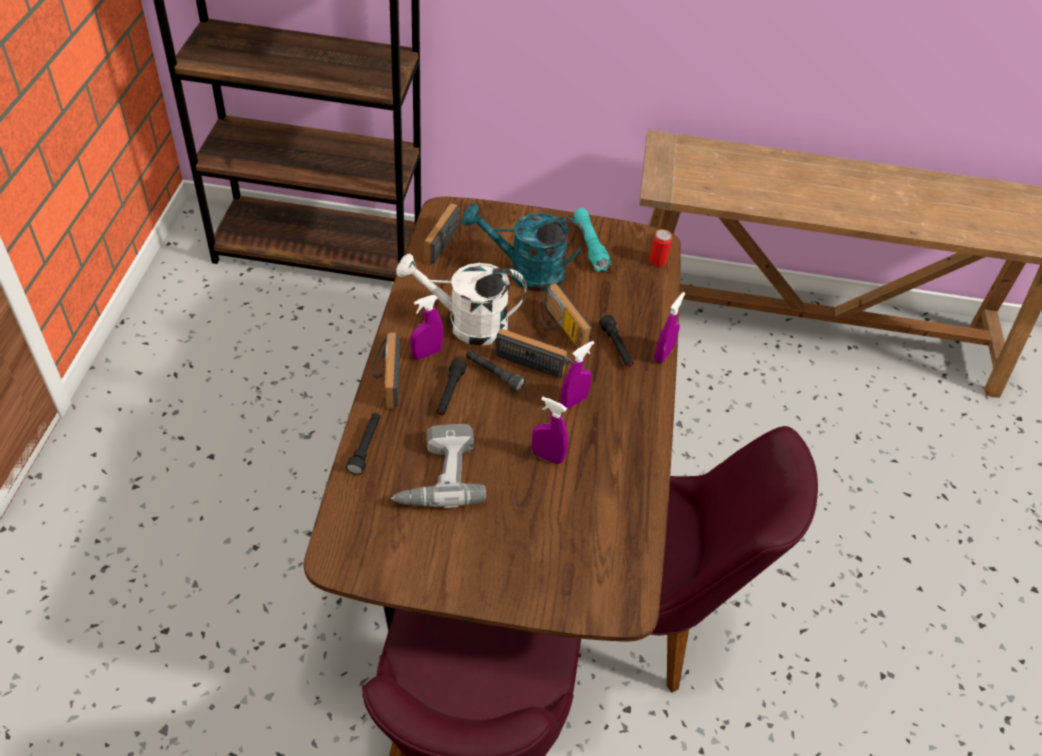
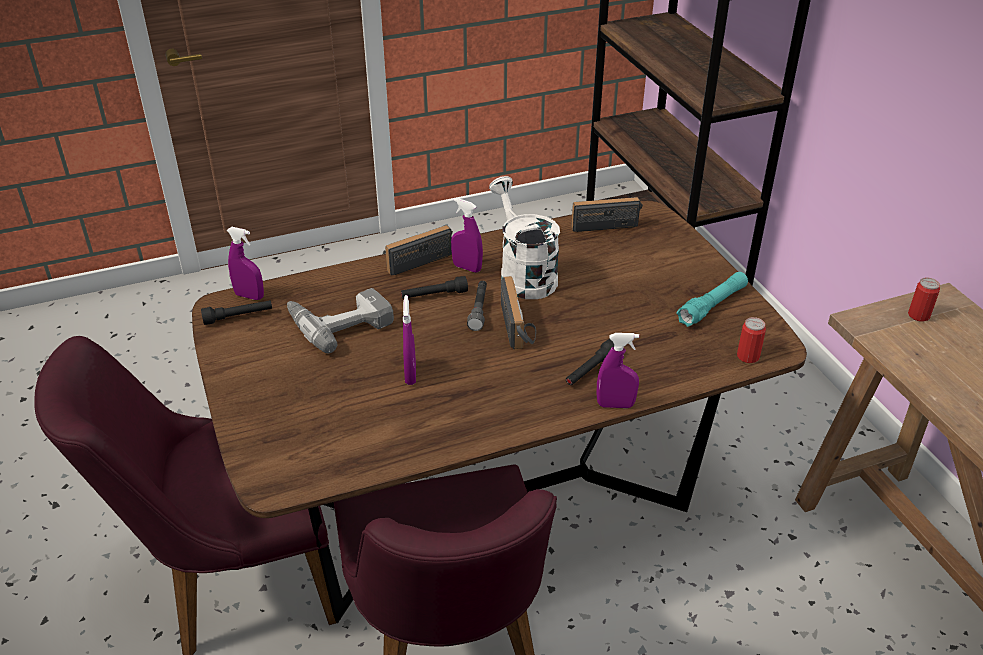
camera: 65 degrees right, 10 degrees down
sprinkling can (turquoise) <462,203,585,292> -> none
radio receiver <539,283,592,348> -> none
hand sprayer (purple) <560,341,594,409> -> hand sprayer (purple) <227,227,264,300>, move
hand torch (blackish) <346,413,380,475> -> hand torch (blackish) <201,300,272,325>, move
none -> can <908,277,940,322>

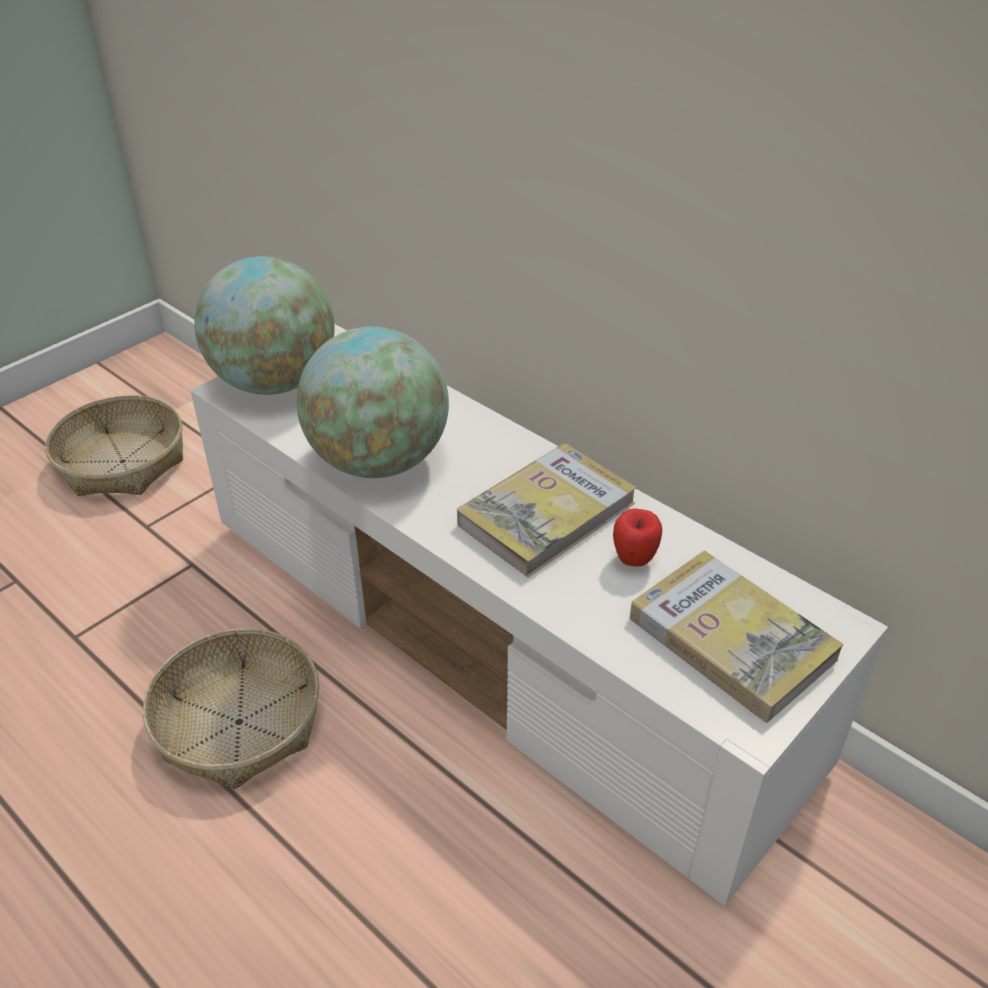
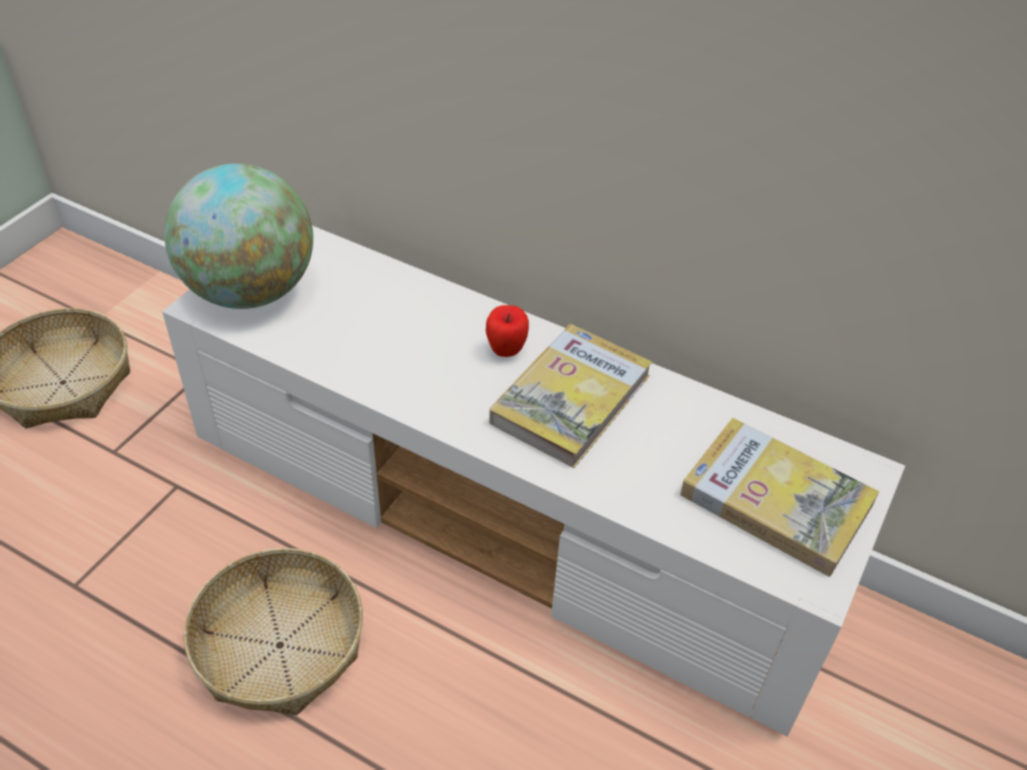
camera: 15 degrees left, 5 degrees up
desk globe <297,326,449,478> -> none
apple fruit <613,508,662,566> -> apple fruit <486,305,529,357>, move

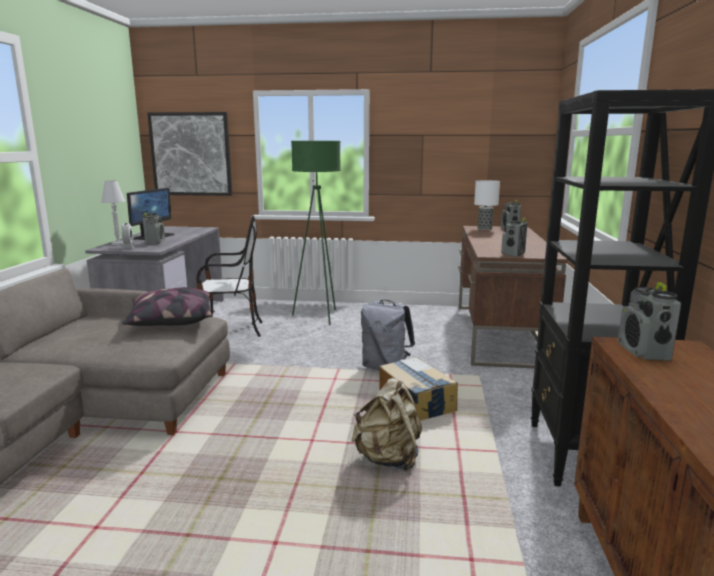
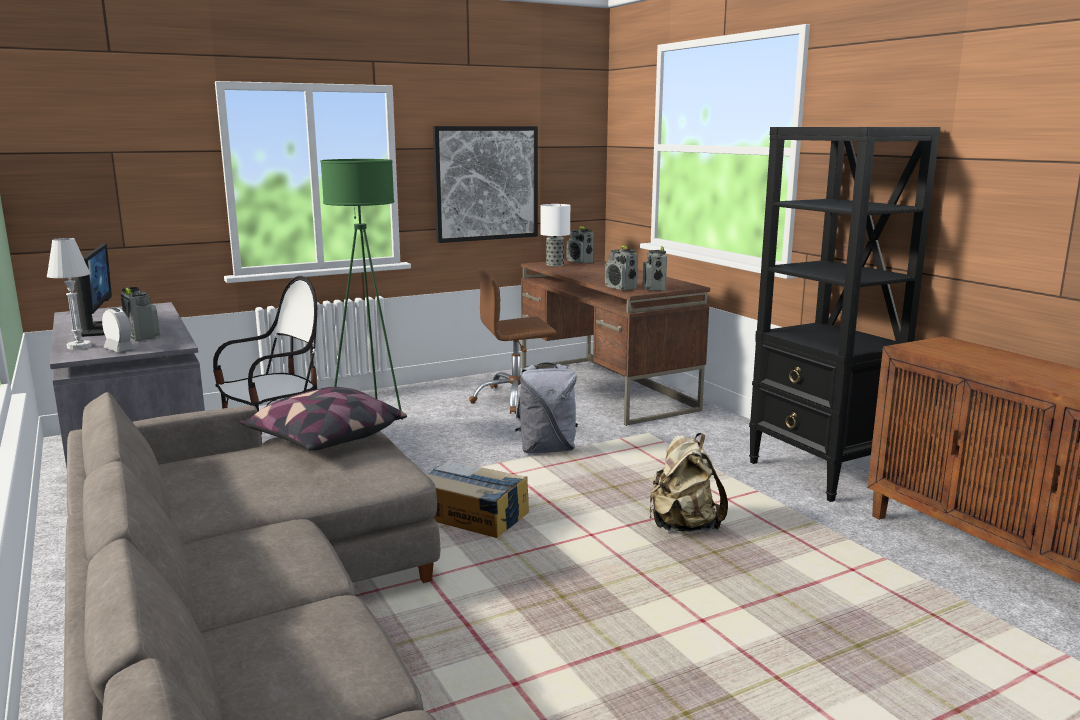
camera: 35 degrees left, 0 degrees up
picture <147,112,232,196> -> picture <433,126,538,243>, move
radio receiver <618,282,681,361> -> radio receiver <605,245,638,290>, move
packing box <379,357,458,421> -> packing box <427,460,529,538>, move
none -> desk chair (brownish) <469,268,556,414>

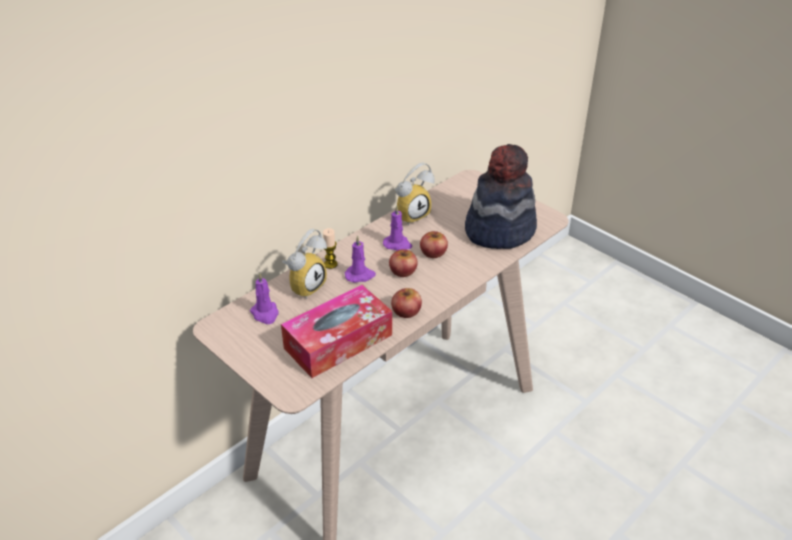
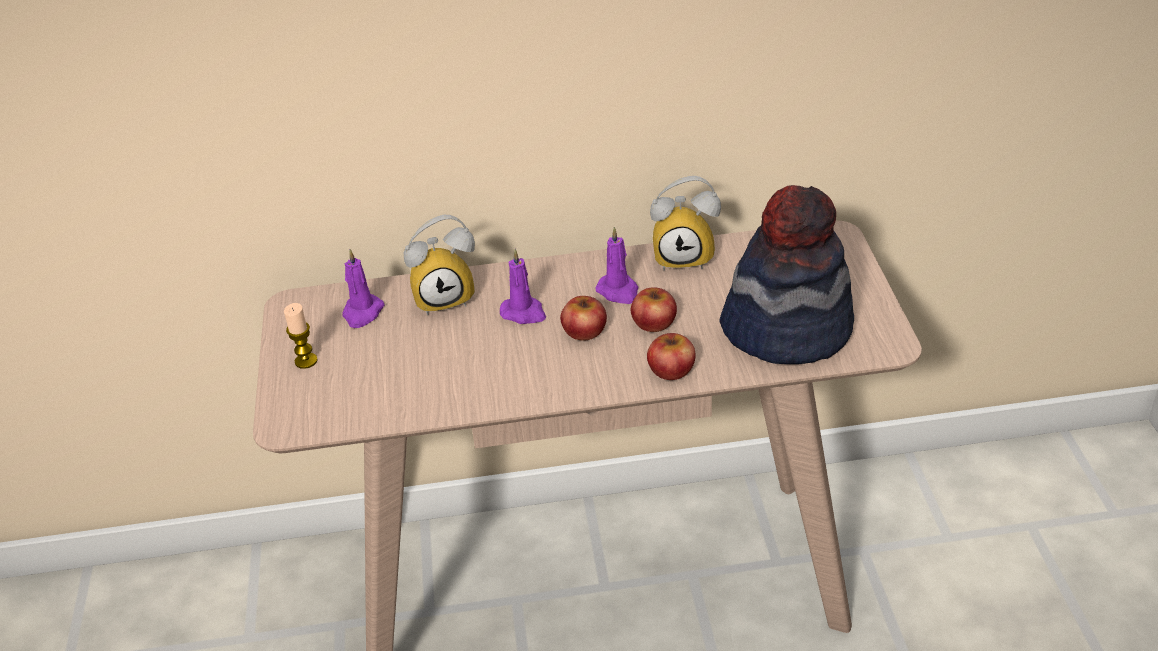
camera: 40 degrees right, 0 degrees up
wax light <323,228,338,269> -> wax light <284,303,317,369>, move
box of tissues <281,285,392,378> -> none
apple fruit <391,288,422,318> -> apple fruit <647,333,696,380>, move

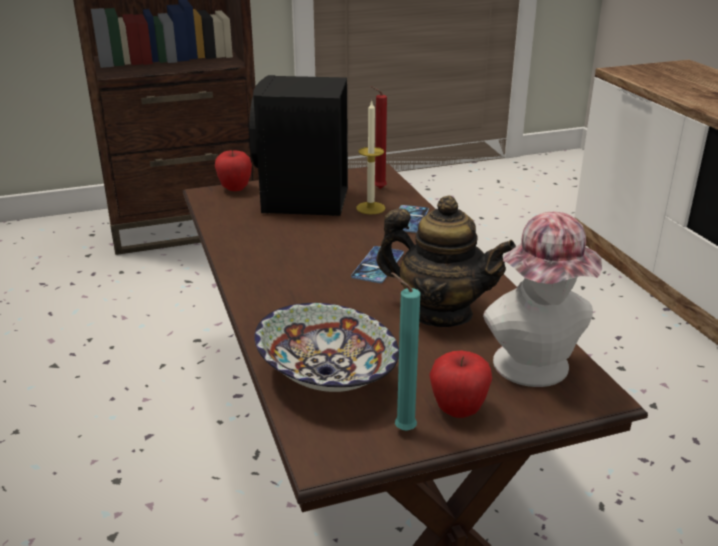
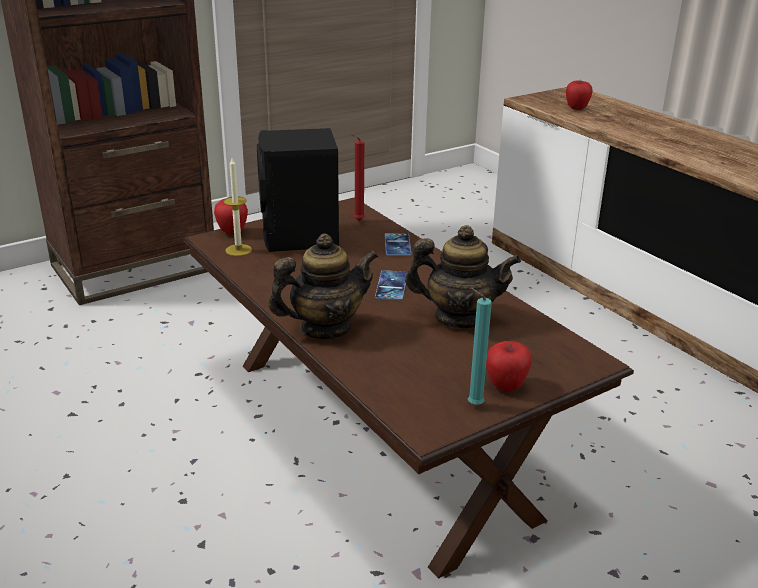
camera: 15 degrees left, 0 degrees up
wax light <356,101,386,214> -> wax light <224,158,252,256>, move
wearable hat <483,212,602,387> -> none
serving bowl <254,303,399,392> -> none
none -> apple fruit <566,80,593,110>
none -> pot for tea <268,233,378,339>

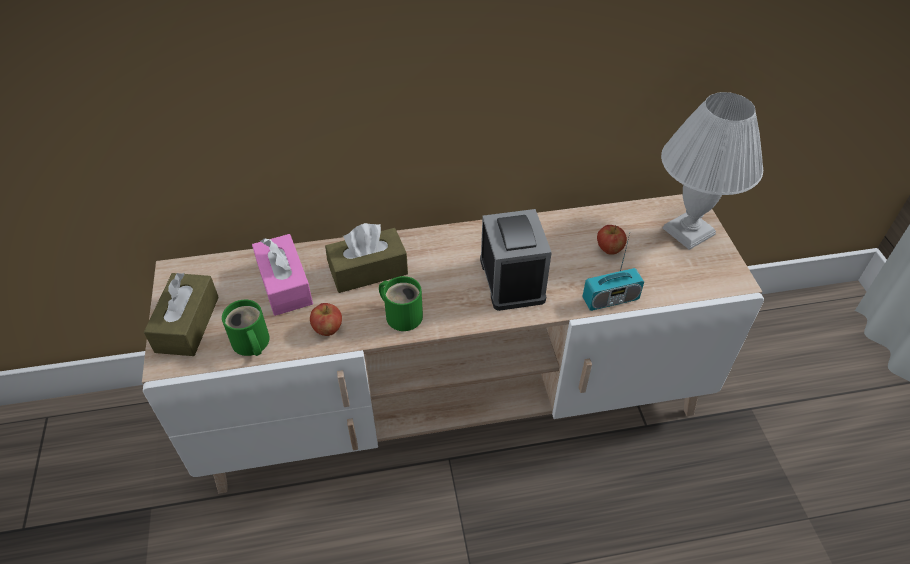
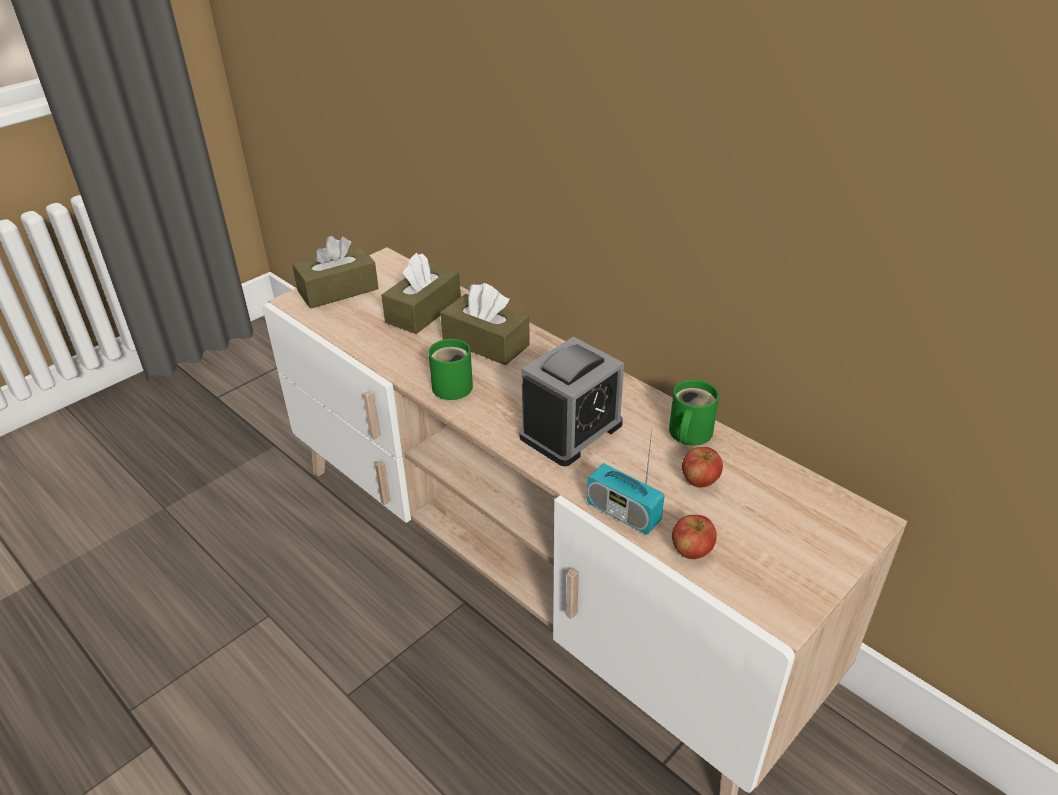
camera: 55 degrees right, 10 degrees down
lamp for a table (white-coloured) <661,92,763,250> -> none
box of tissues (pink-coloured) <252,234,313,316> -> box of tissues (brownish) <381,253,461,334>
tea mug (green) <222,300,270,356> -> tea mug (green) <669,380,719,446>, move
apple fruit <310,303,342,336> -> apple fruit <672,515,717,559>, move

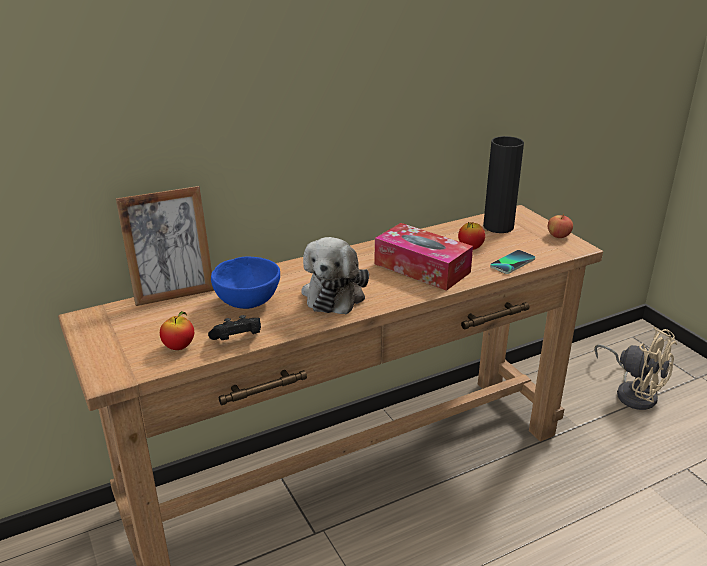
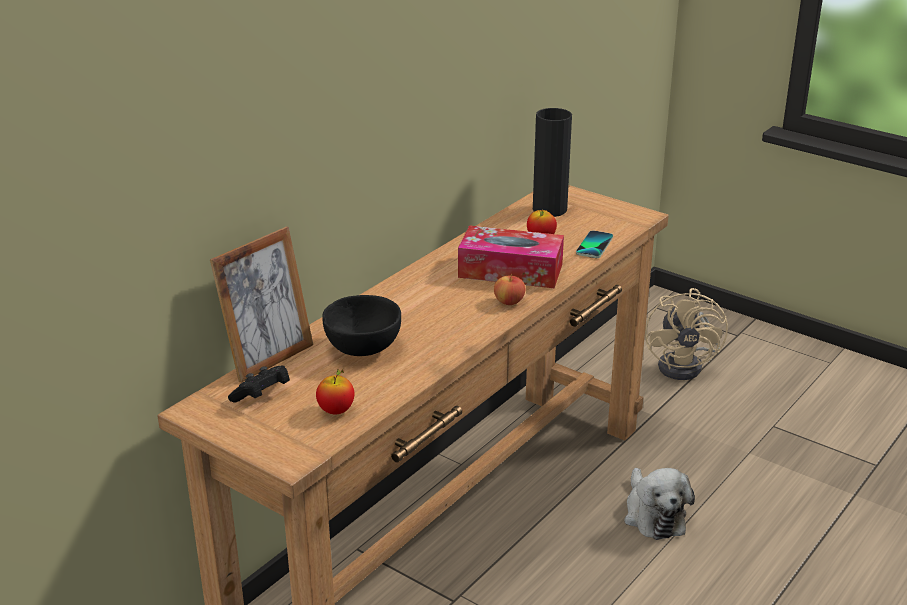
camera: 25 degrees left, 0 degrees up
apple fruit <548,214,573,238> -> apple fruit <494,274,525,305>, move
soft toy <301,237,369,315> -> soft toy <624,468,695,540>, move
serving bowl (bluish) <211,257,280,309> -> serving bowl (blackish) <322,295,401,356>
game controller (blackish) <208,315,261,340> -> game controller (blackish) <228,366,290,402>, move
fan (sand-coloured) <594,327,677,410> -> fan (sand-coloured) <645,288,728,380>, 75 degrees clockwise

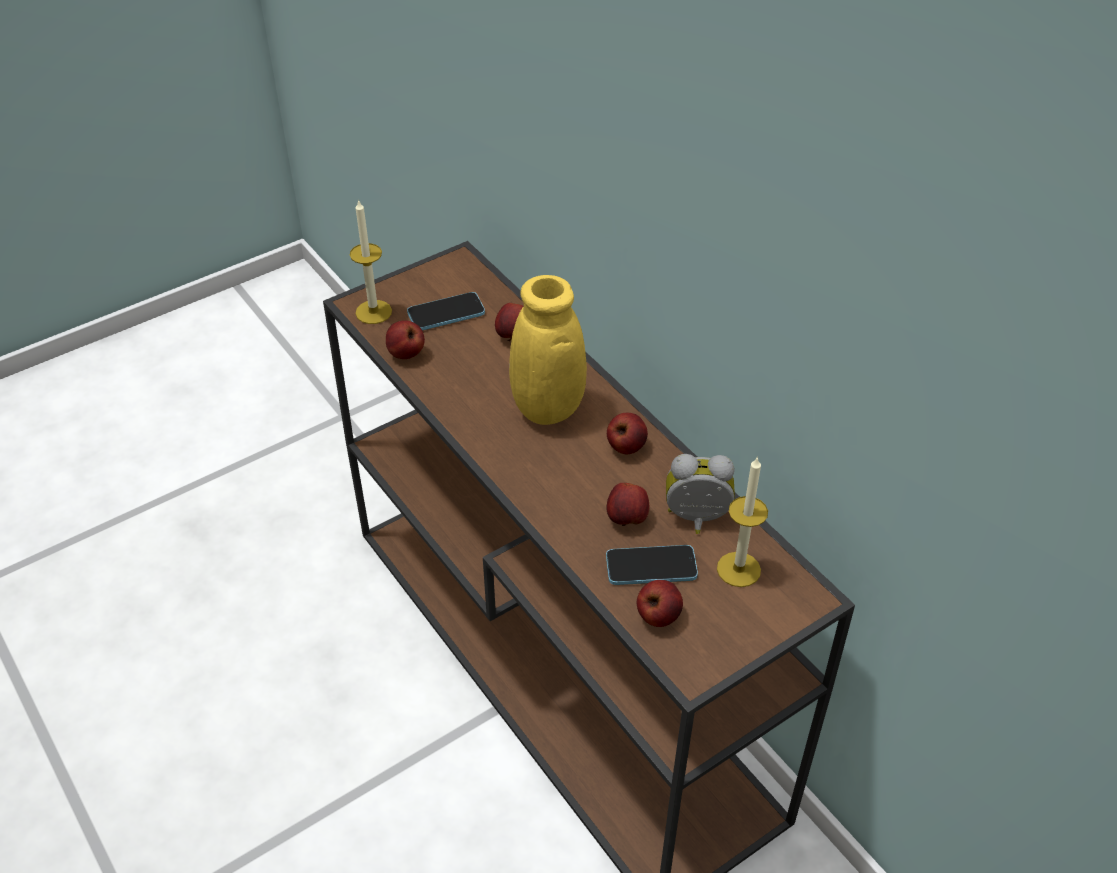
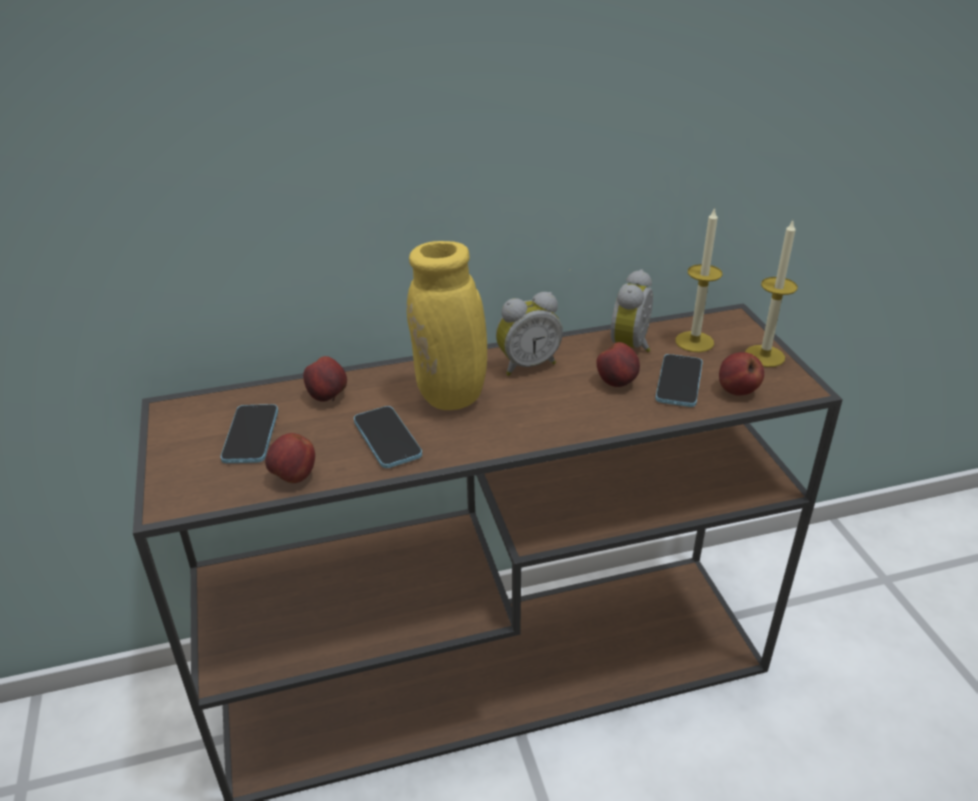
camera: 70 degrees left, 10 degrees down
wax light <350,199,392,324> -> wax light <745,220,798,367>, move
apple fruit <607,413,648,454> -> bedside clock <496,292,563,376>
none -> phone <354,406,422,468>

